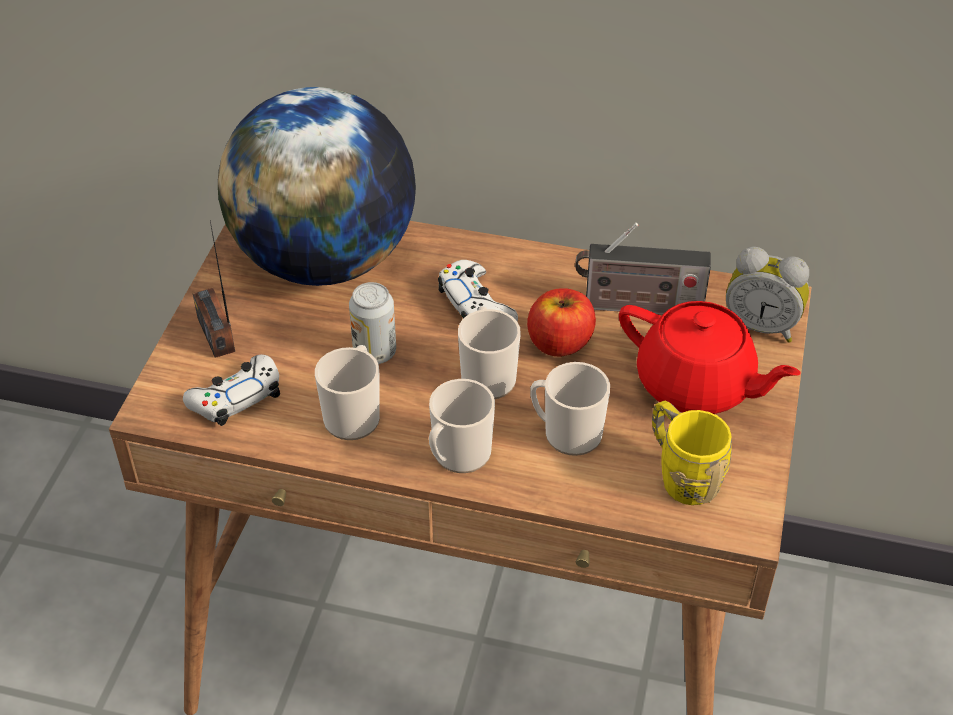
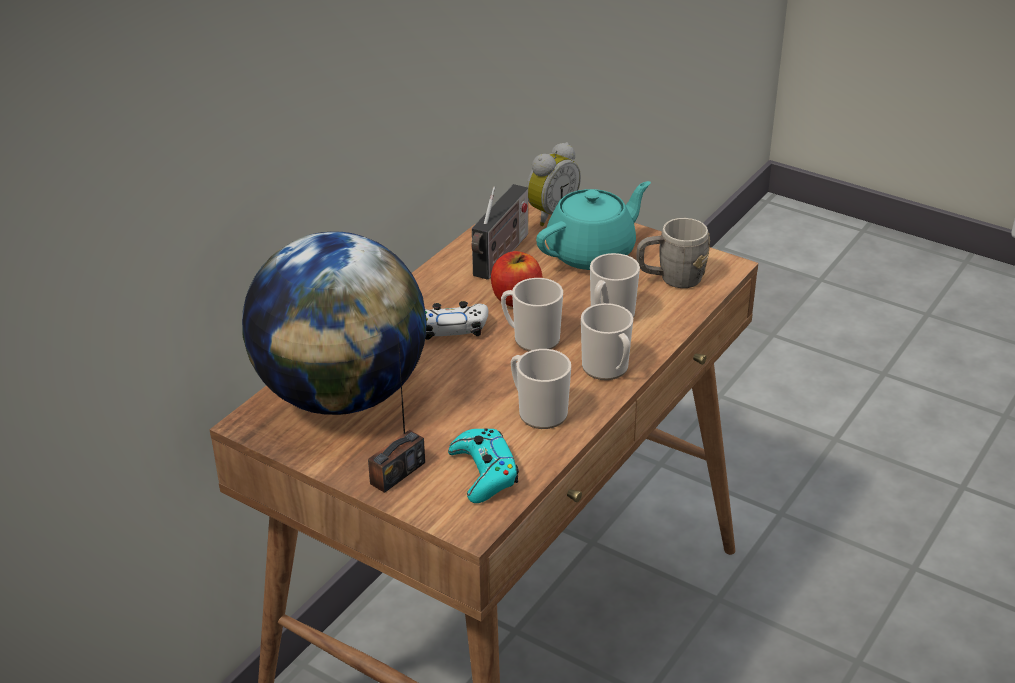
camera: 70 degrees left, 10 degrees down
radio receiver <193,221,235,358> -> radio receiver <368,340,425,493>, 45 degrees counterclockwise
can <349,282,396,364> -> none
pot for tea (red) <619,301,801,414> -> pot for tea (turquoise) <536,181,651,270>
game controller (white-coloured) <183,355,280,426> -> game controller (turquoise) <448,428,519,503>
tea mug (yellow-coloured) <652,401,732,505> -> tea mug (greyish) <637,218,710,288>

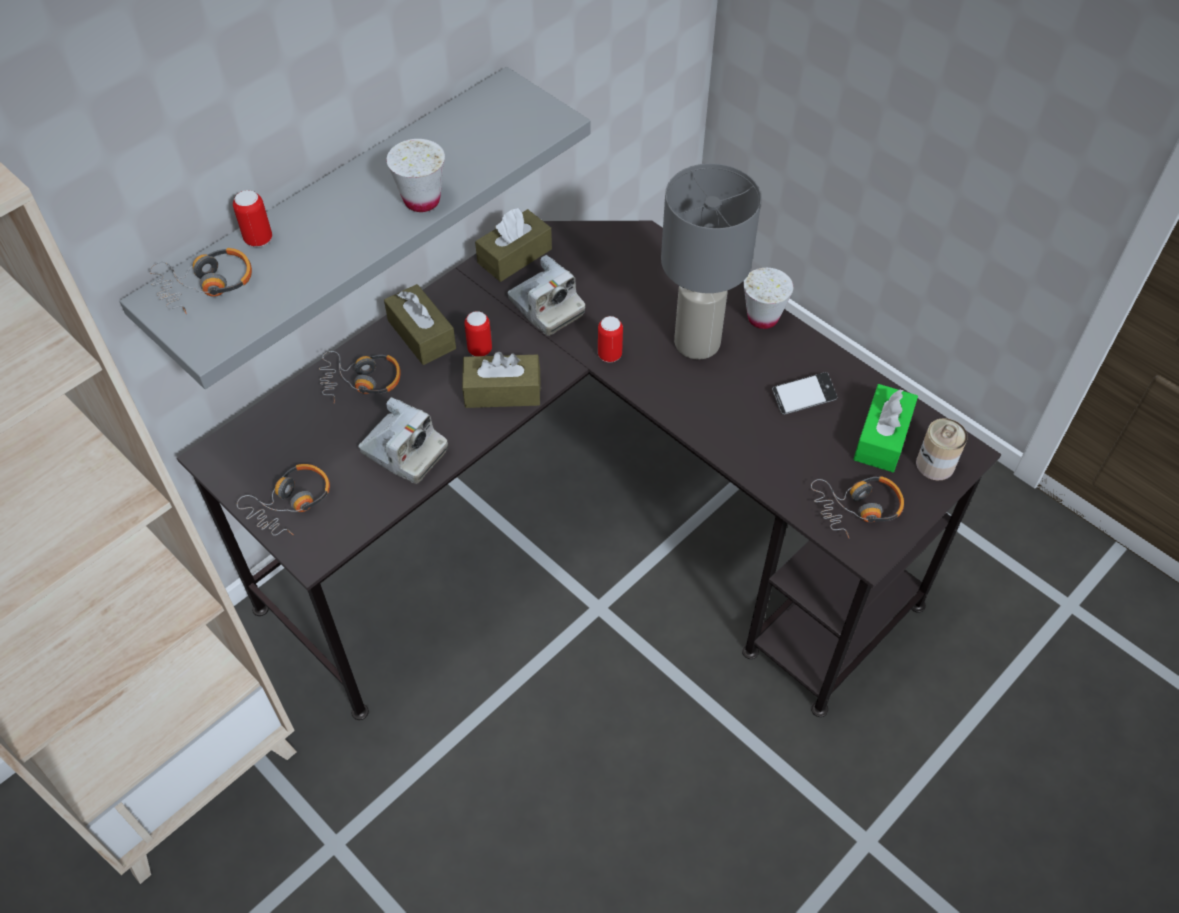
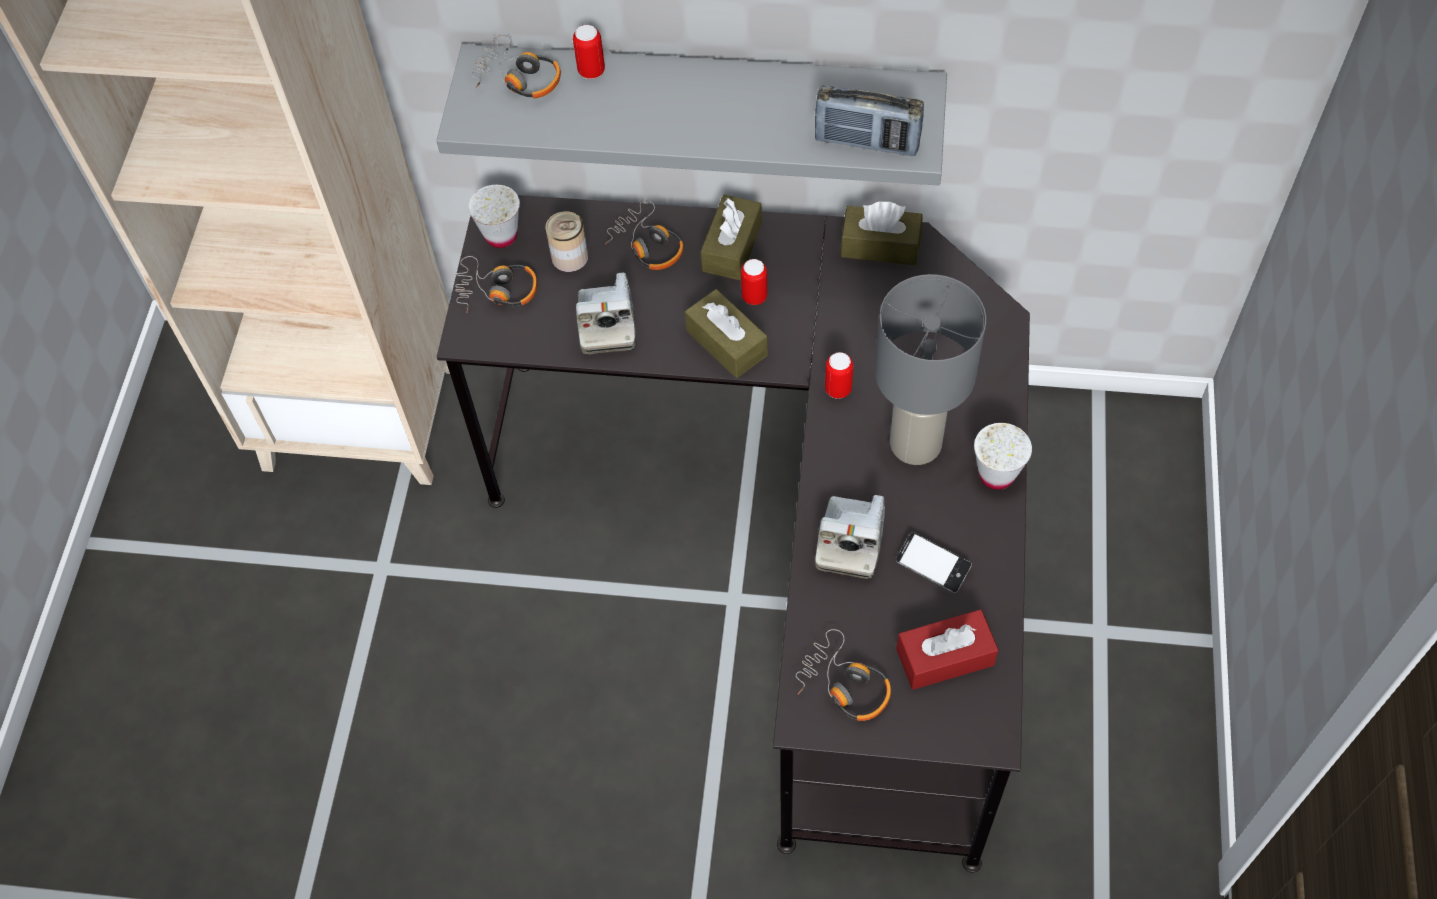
camera: 55 degrees right, 5 degrees up
cup (white-coloured) <387,139,445,212> -> cup (white-coloured) <468,185,520,248>, move
photo camera <508,255,585,336> -> photo camera <815,495,885,579>, move
box of tissues (green) <853,384,918,472> -> box of tissues (red) <896,609,999,690>
can <916,418,968,480> -> can <545,211,588,272>, move
none -> radio receiver <815,85,924,156>

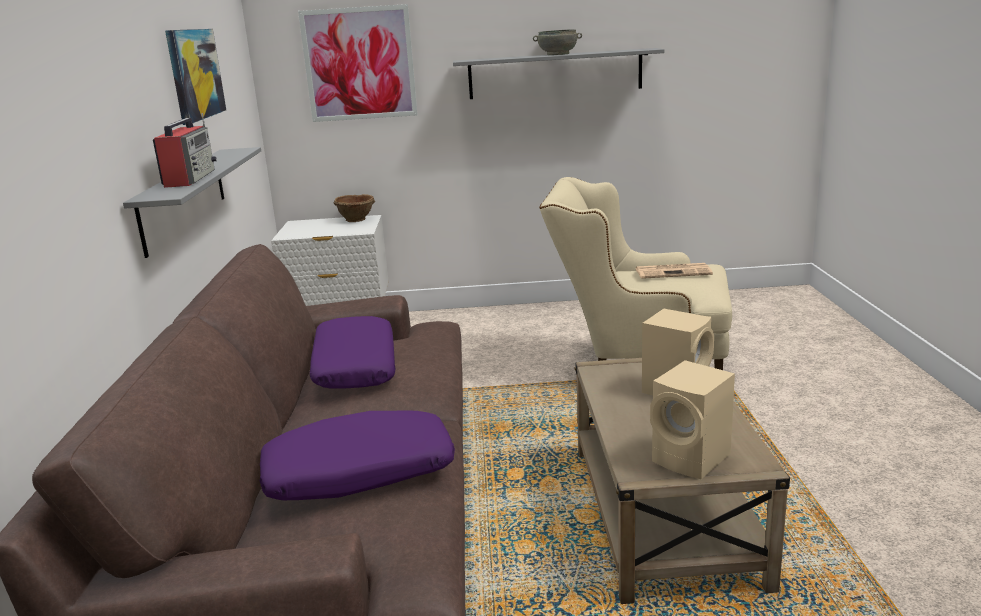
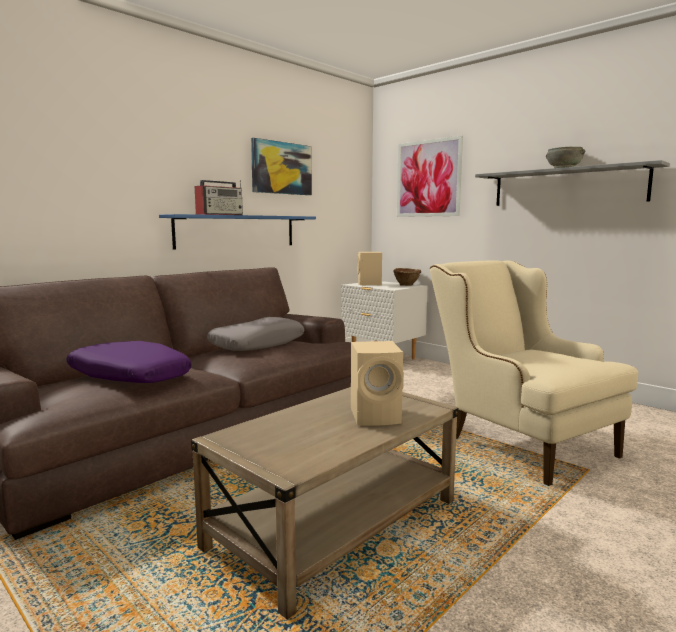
camera: 45 degrees right, 10 degrees down
wall shelf (greyish) <123,147,261,258> -> wall shelf (bluish) <159,214,316,250>
newspaper <636,263,713,279> -> none
pillow (purple) <310,316,396,389> -> pillow (greyish) <207,317,304,351>
loudspeaker (sand-coloured) <650,360,735,479> -> loudspeaker (sand-coloured) <357,252,382,286>, move

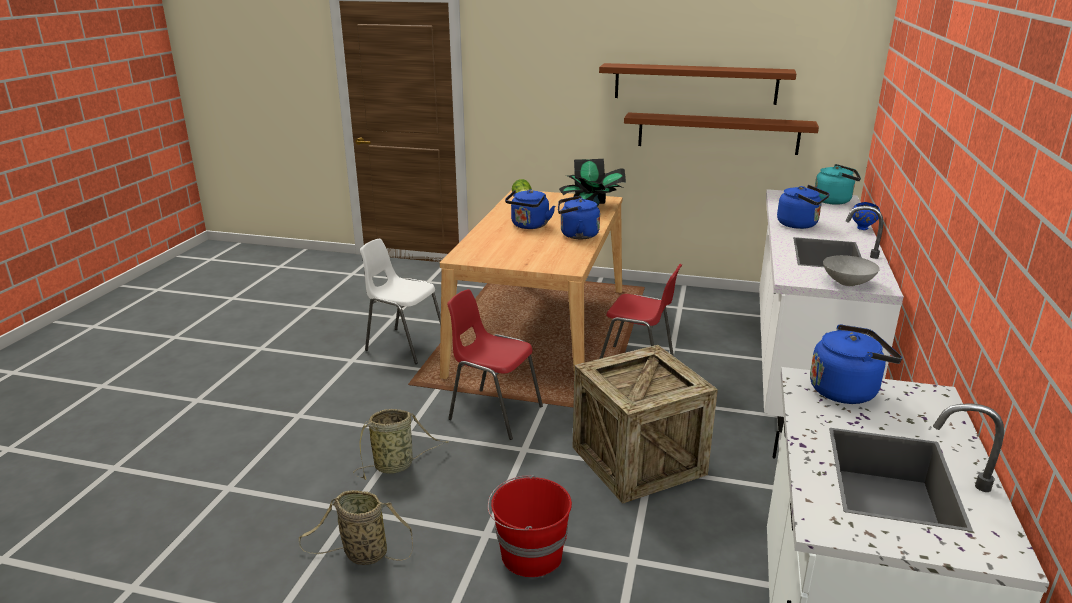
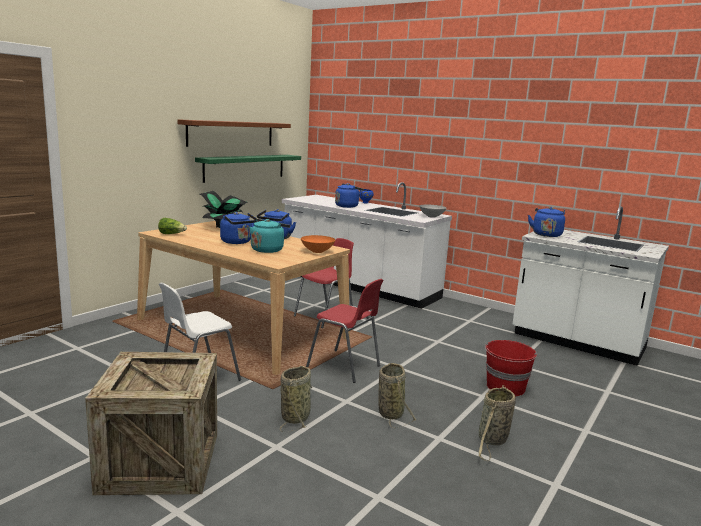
camera: 70 degrees left, 10 degrees down
wall shelf (brownish) <624,112,819,155> -> wall shelf (green) <195,155,301,183>
tea kettle (turquoise) <815,164,861,205> -> tea kettle (turquoise) <250,219,290,253>, move
upright chair (red) <447,289,543,440> -> upright chair (red) <306,279,383,383>, 105 degrees counterclockwise
shipping crate <573,345,718,504> -> shipping crate <85,352,217,495>, move
none -> serving bowl (orange-coloured) <301,235,335,253>
none -> storage basket <280,366,313,432>

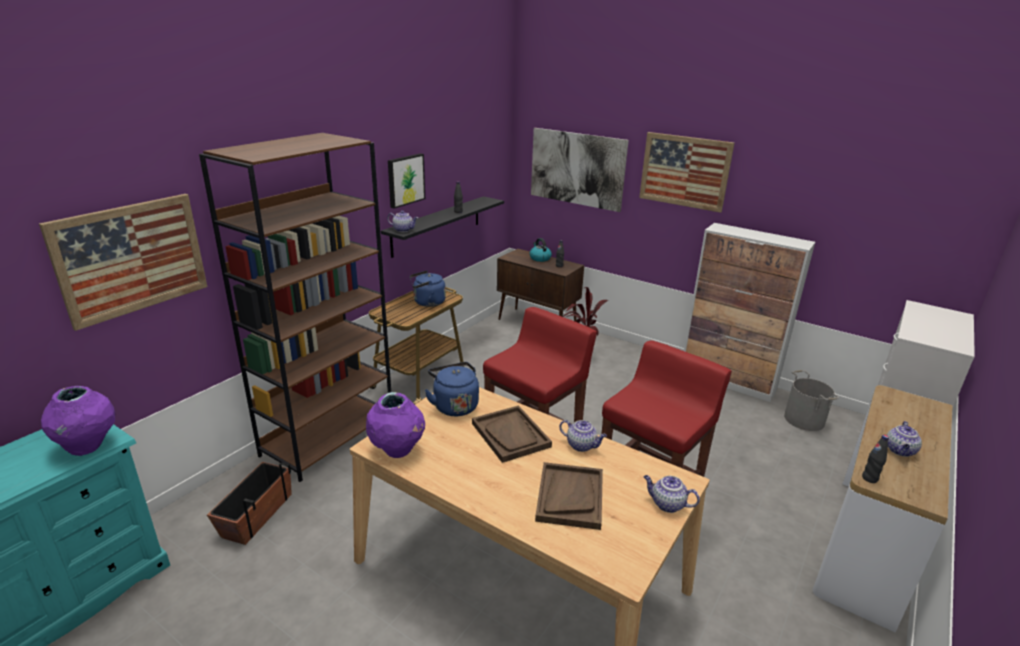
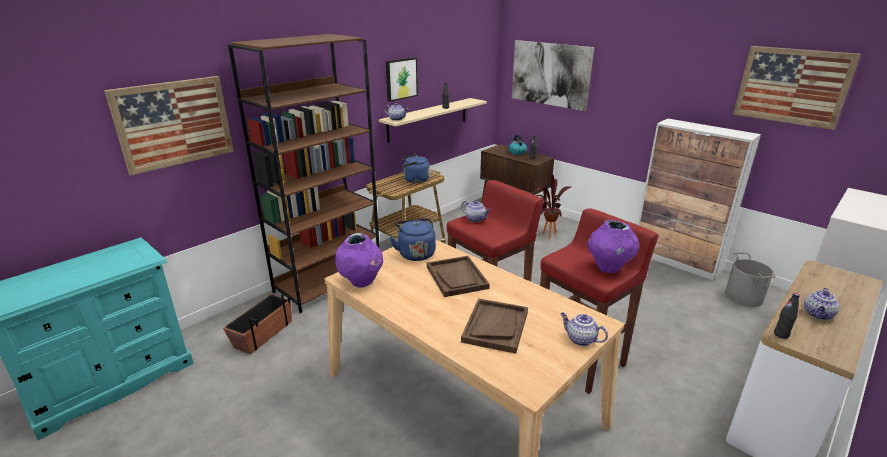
camera: 10 degrees right, 0 degrees up
picture <639,132,735,213> -> picture <733,46,861,130>, move
wall shelf (blackish) <381,196,504,258> -> wall shelf (sand-coloured) <379,98,487,143>
decorative vase (purple) <41,386,115,456> -> decorative vase (purple) <588,220,639,274>, move
pot for tea <559,420,607,452> -> pot for tea <461,201,490,222>, move

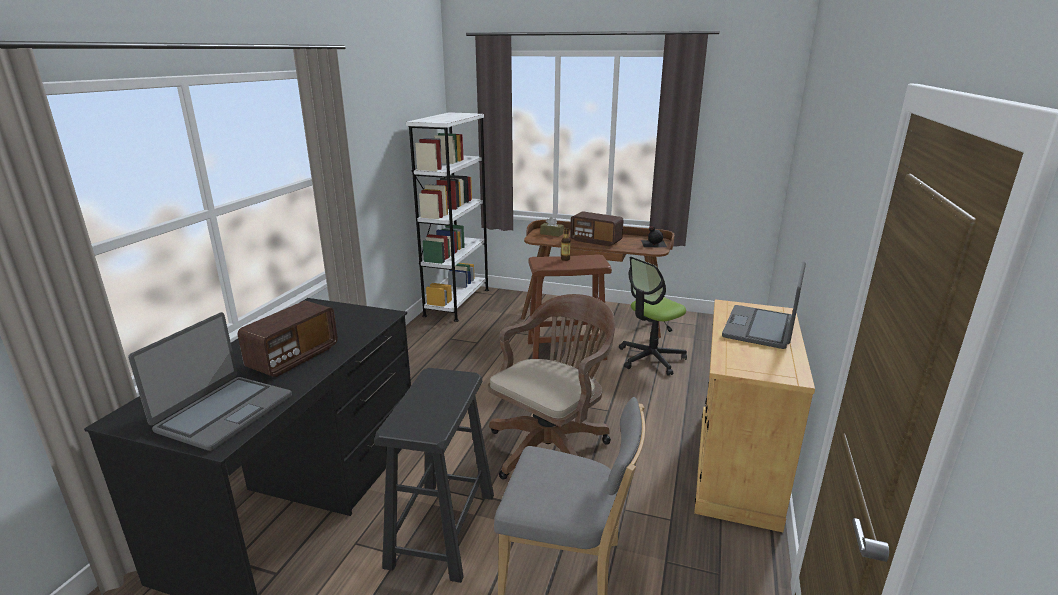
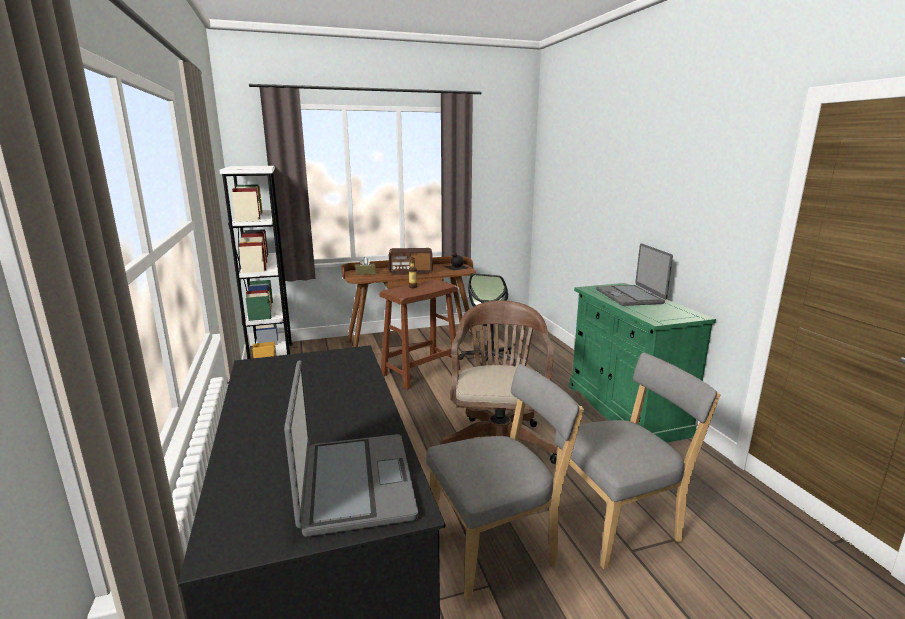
camera: 35 degrees left, 5 degrees down
cabinet (sand-coloured) <694,299,815,532> -> cabinet (green) <569,283,716,443>
radio receiver <238,301,338,377> -> none
sitting stool (blackish) <374,368,494,583> -> upright chair (greyish) <426,364,584,600>

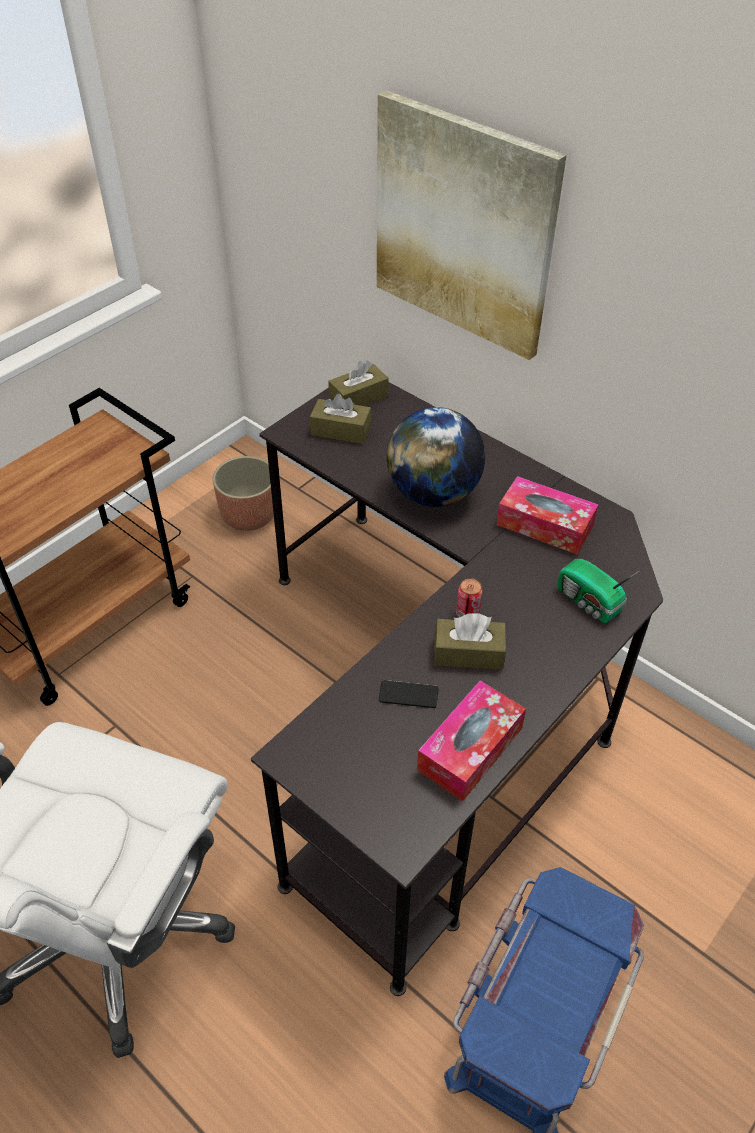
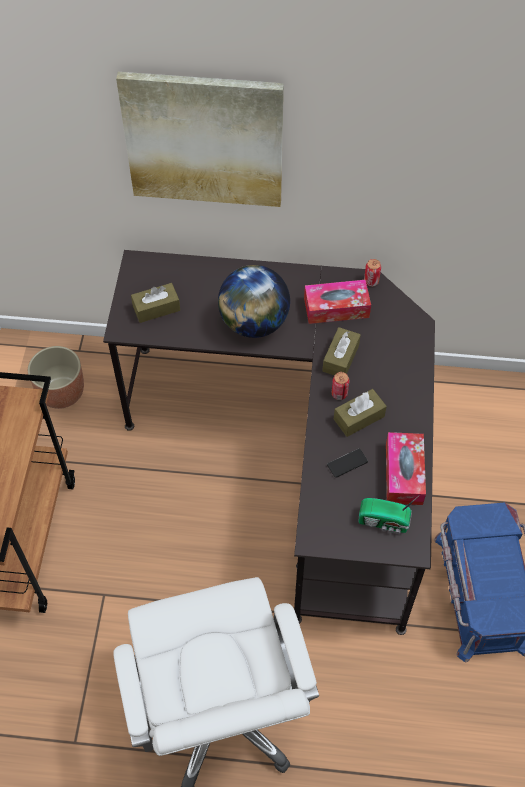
camera: 35 degrees left, 10 degrees up
box of tissues (brownish) <328,361,389,406> -> box of tissues (brownish) <322,327,361,376>, move
radio receiver <557,559,639,623> -> radio receiver <358,495,420,534>, move
none -> can <364,259,381,287>

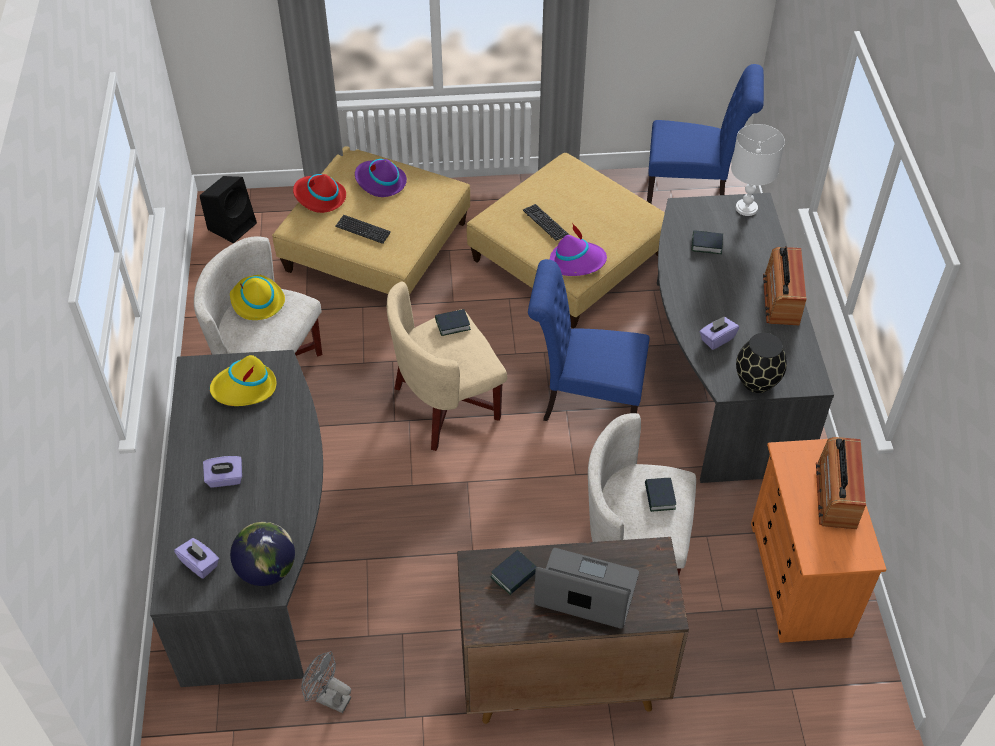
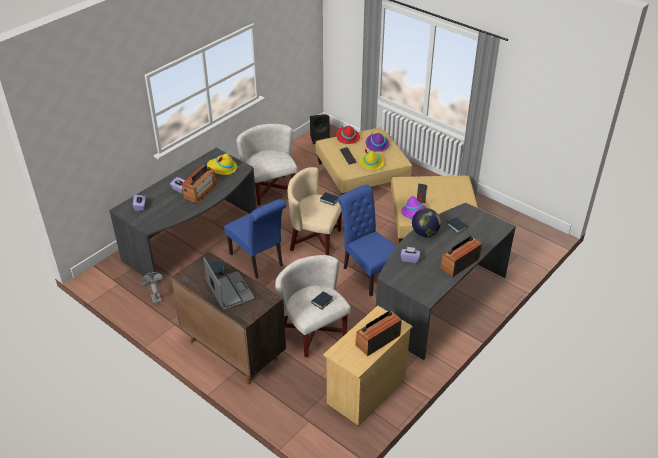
camera: 45 degrees right, 10 degrees down
upright chair (bluish) <647,64,764,204> -> upright chair (bluish) <224,199,286,279>, move
lamp for a table (white-coloured) <731,124,785,216> -> none
wearable hat (yellow-coloured) <230,275,285,320> -> wearable hat (yellow-coloured) <359,149,384,170>, move
decorative vase (blackish) <736,333,787,393> -> none
dresser (orange-coloured) <751,439,887,643> -> dresser (sand-coloured) <323,306,413,426>
desk globe <230,522,295,586> -> desk globe <412,208,441,237>, move
none -> radio receiver <182,165,217,204>

